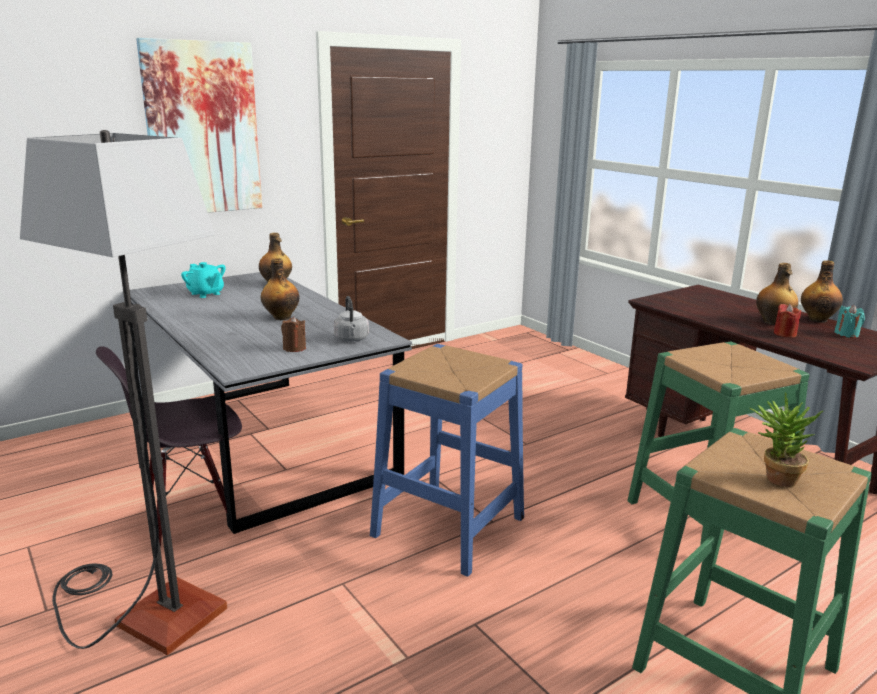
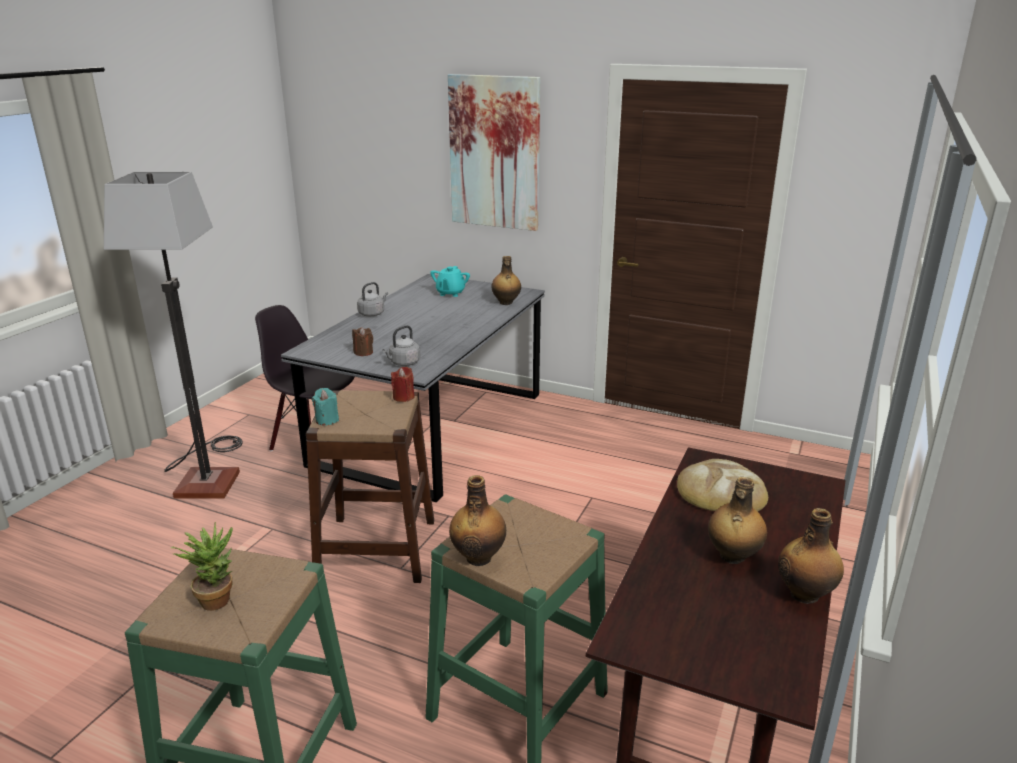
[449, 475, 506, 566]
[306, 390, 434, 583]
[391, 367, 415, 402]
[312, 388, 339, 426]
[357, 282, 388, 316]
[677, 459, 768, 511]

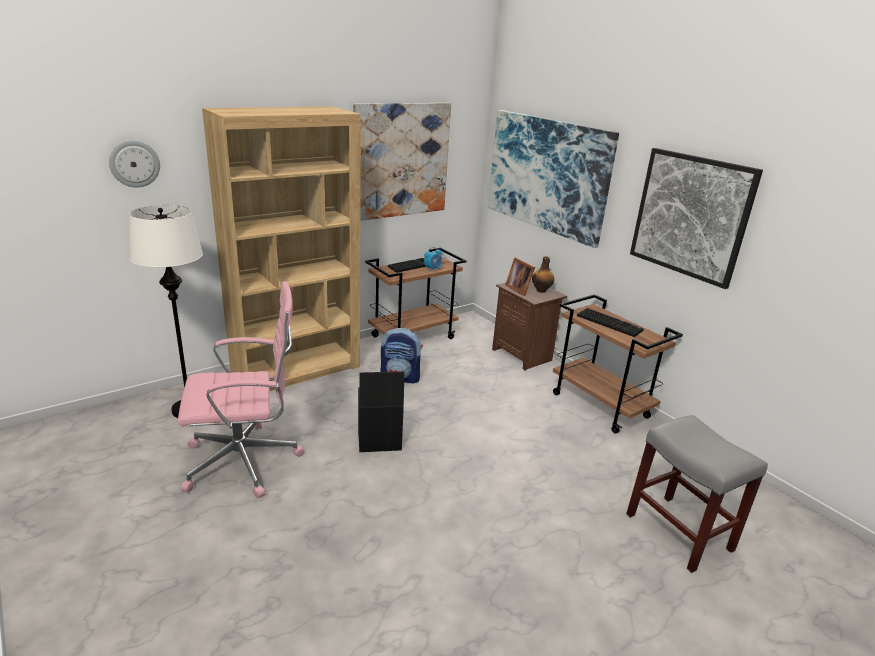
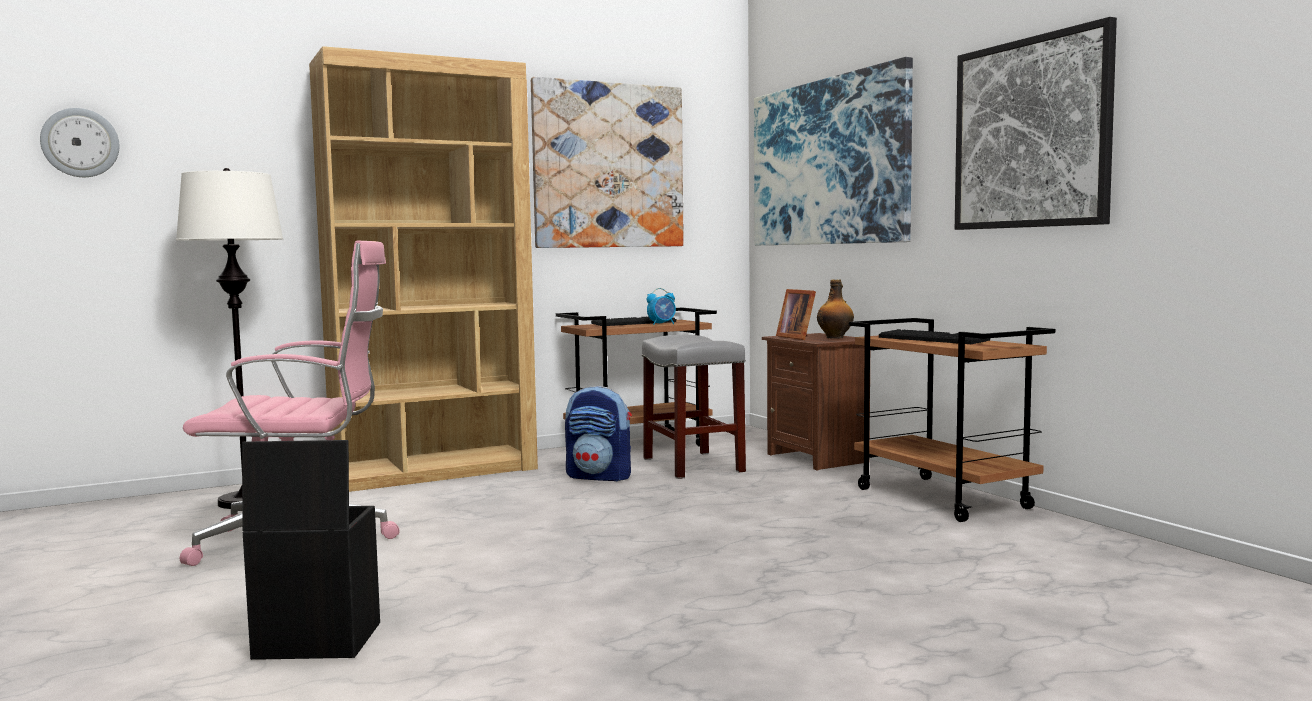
[40, 108, 120, 177]
[242, 440, 380, 660]
[642, 335, 746, 479]

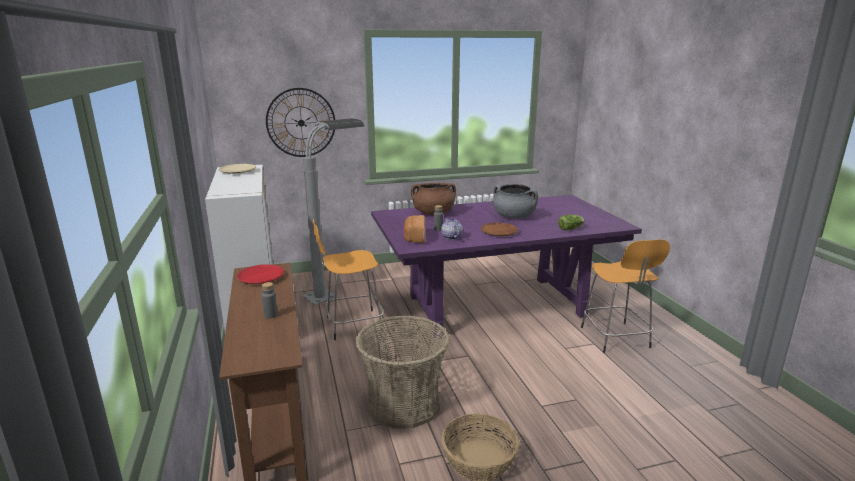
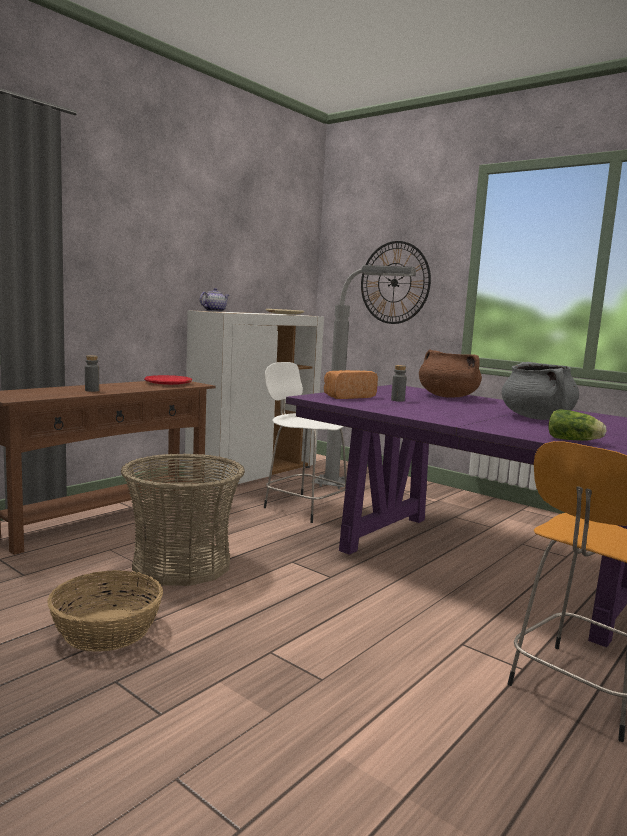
[264, 362, 347, 523]
[200, 288, 230, 312]
[481, 223, 518, 236] (first image)

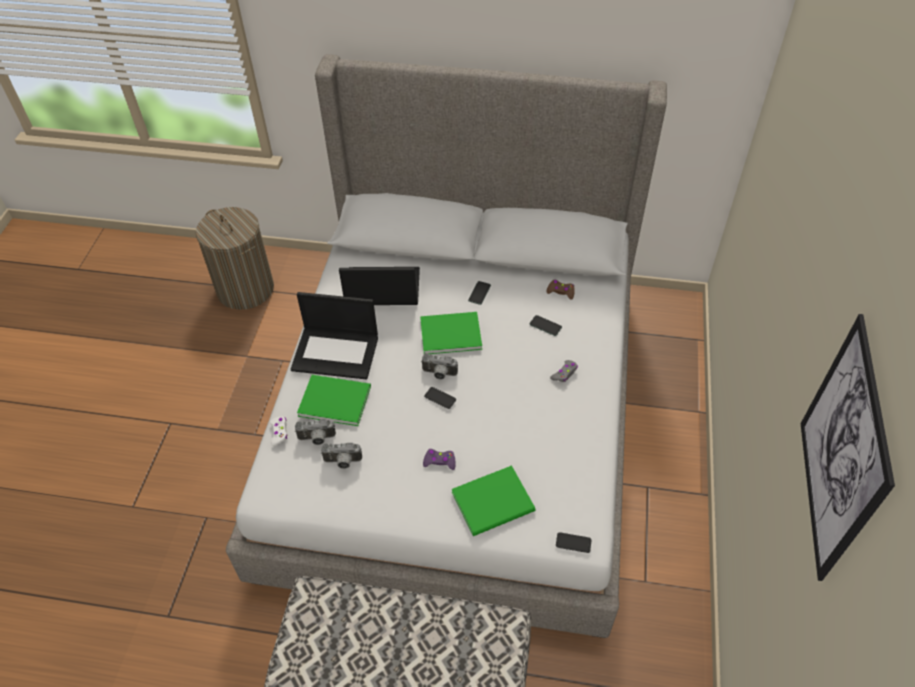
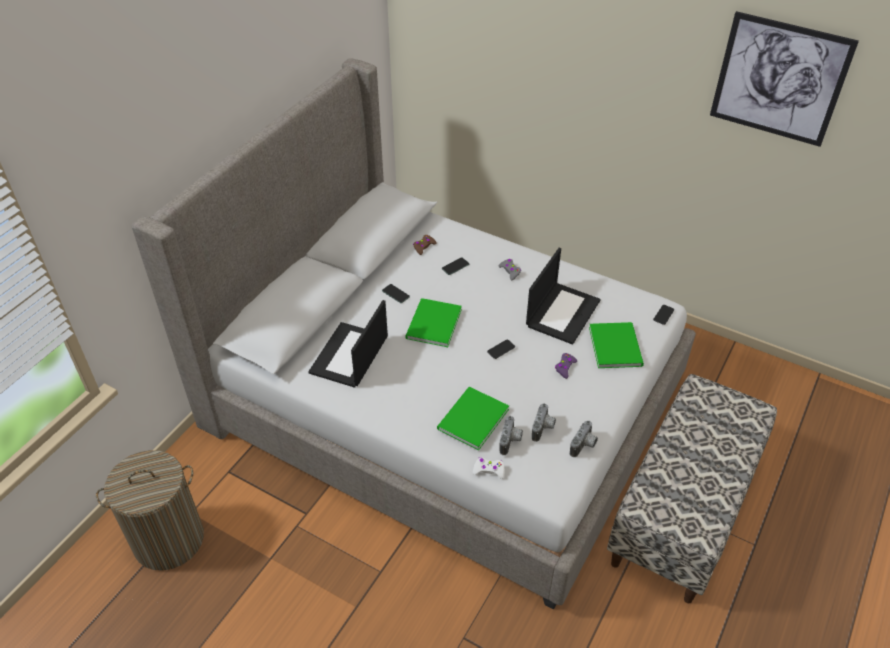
[526, 248, 601, 345]
[570, 421, 598, 457]

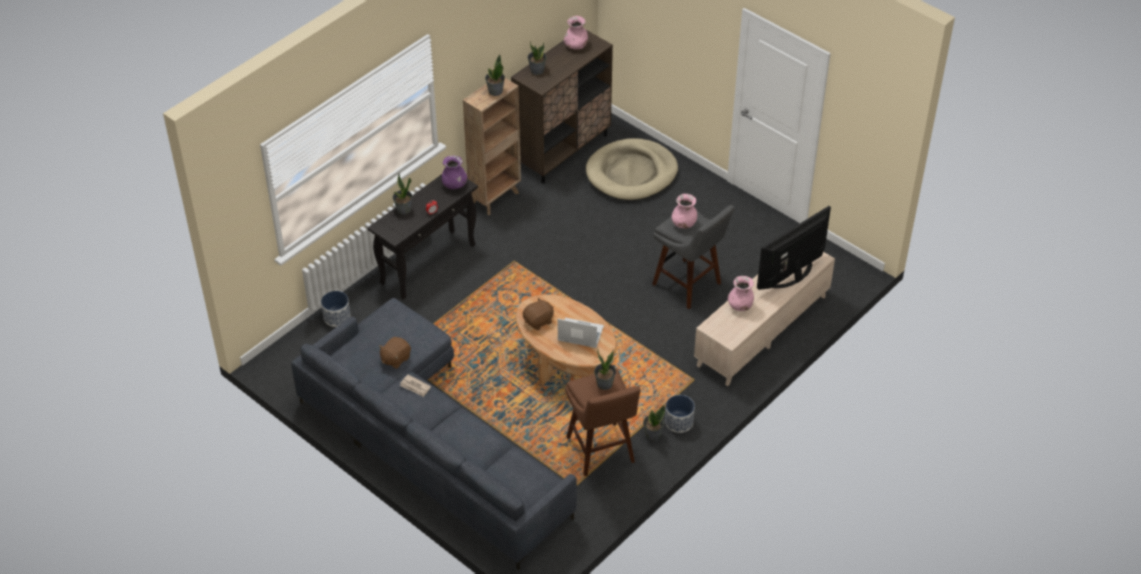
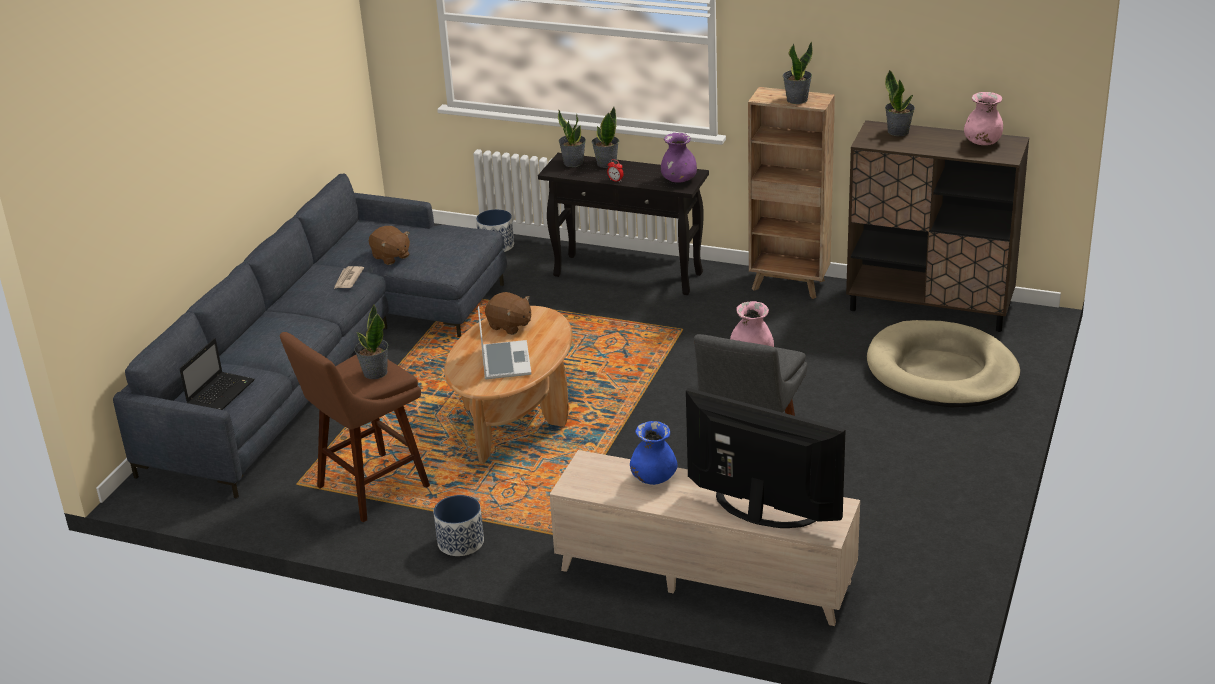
[369, 226, 410, 265]
[558, 110, 586, 167]
[630, 421, 677, 485]
[180, 338, 255, 410]

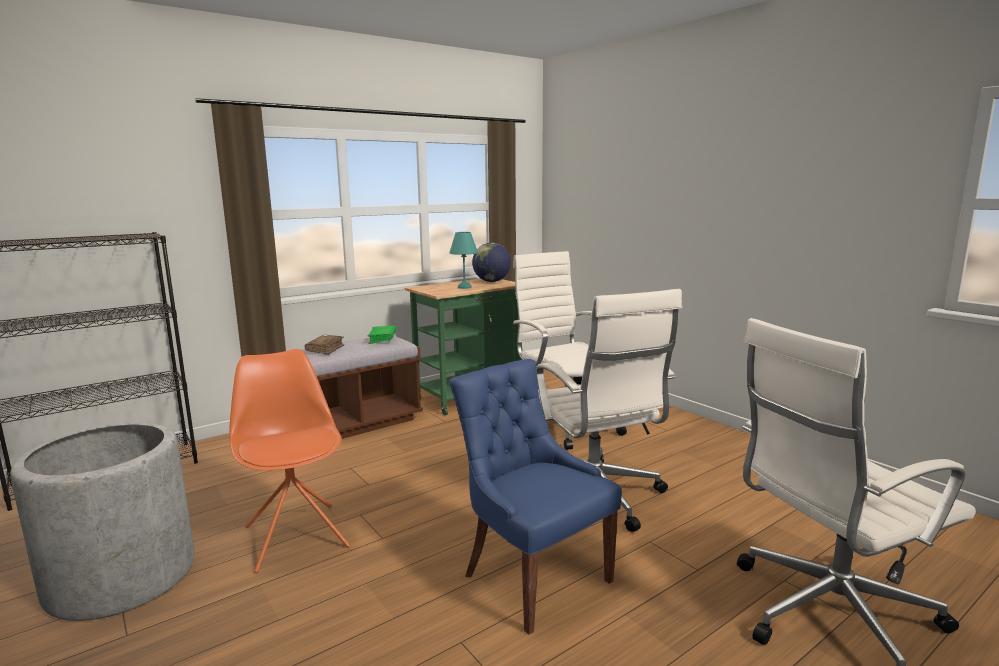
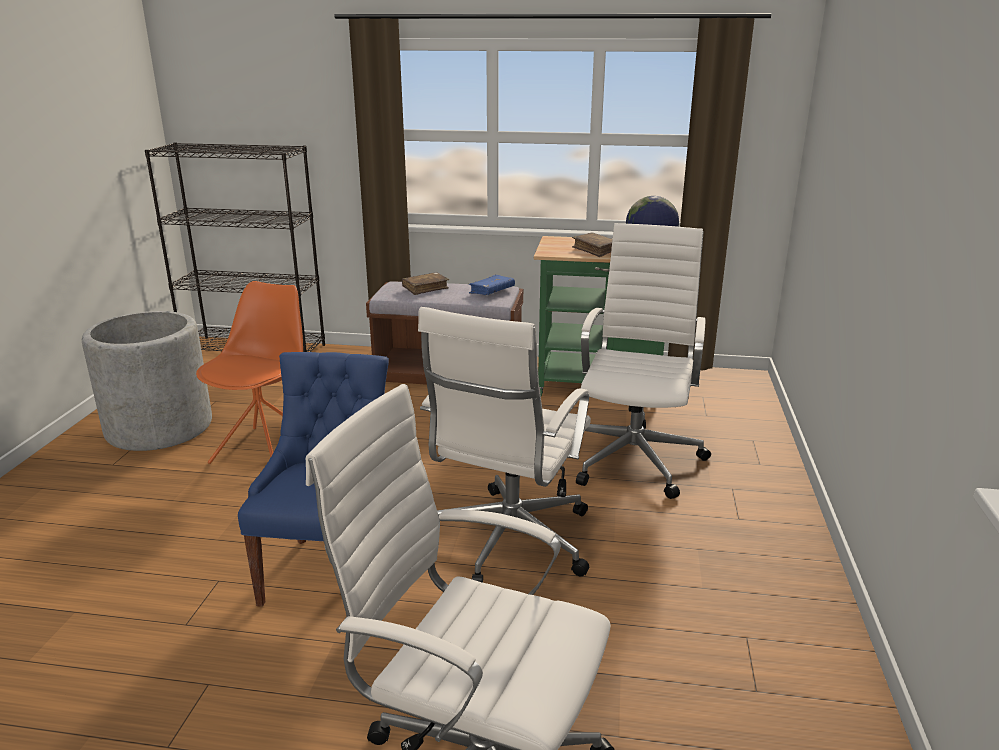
[468, 275, 515, 295]
[572, 233, 612, 257]

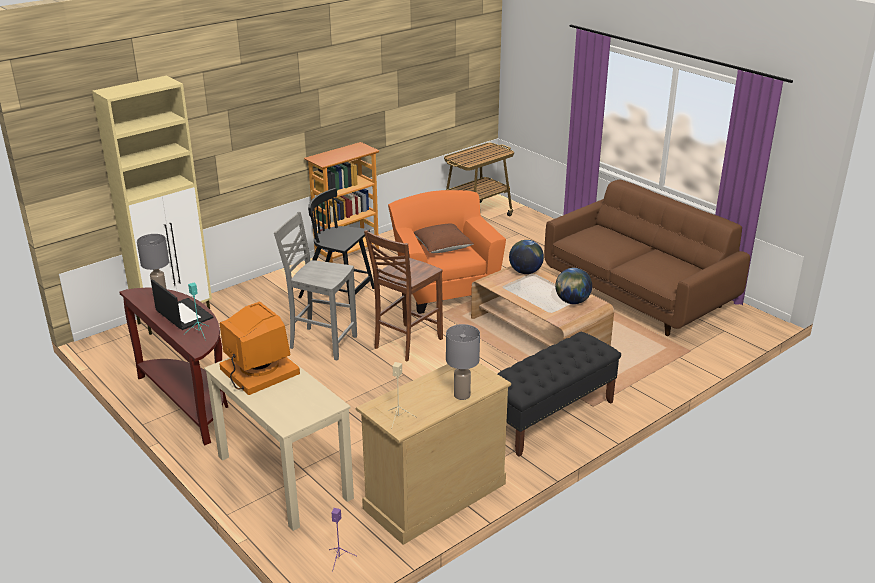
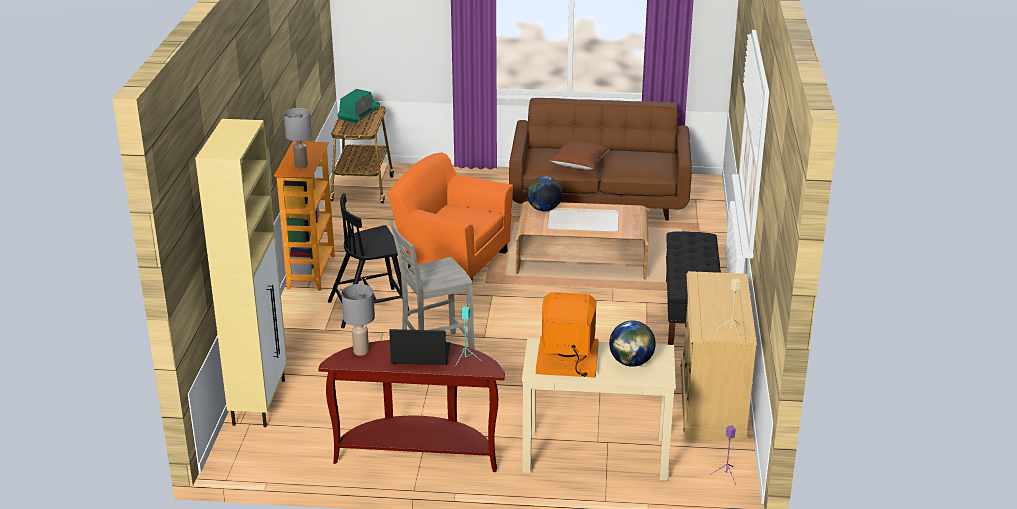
[364, 230, 443, 361] (first image)
[549, 140, 610, 170]
[284, 108, 312, 169]
[609, 320, 656, 367]
[338, 89, 380, 123]

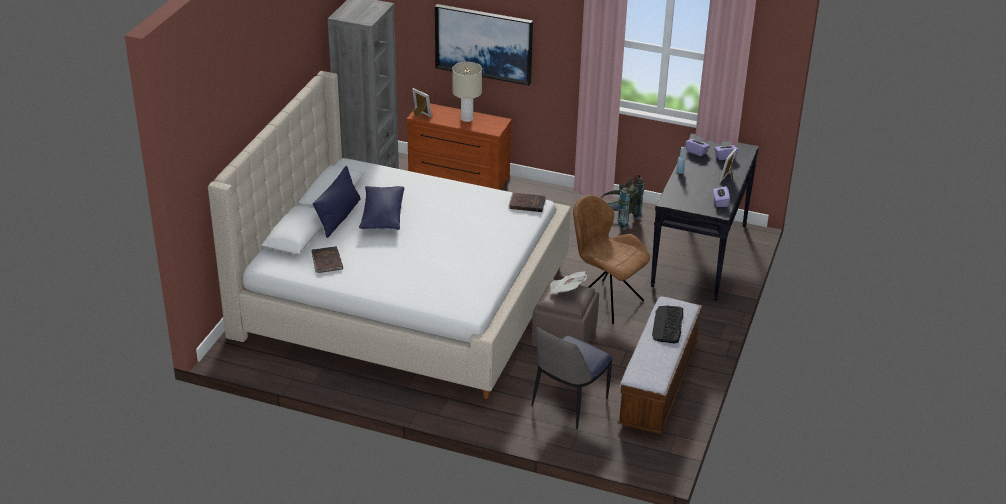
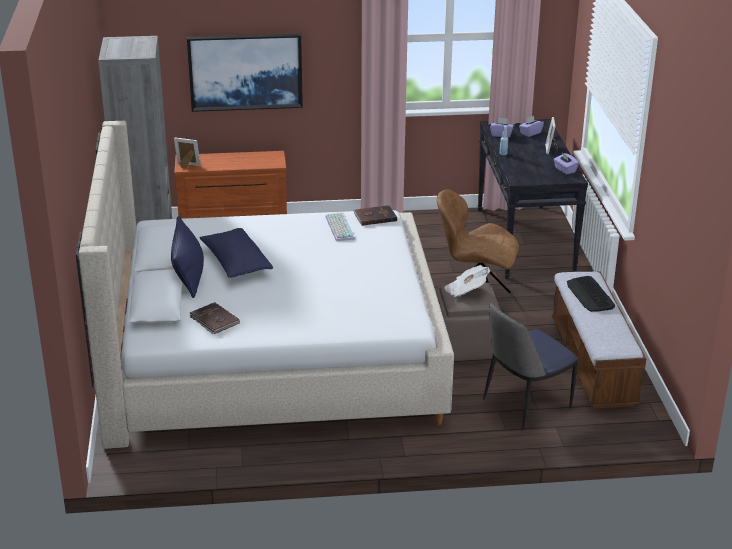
[452, 62, 482, 122] (first image)
[483, 303, 578, 430]
[600, 175, 644, 230] (first image)
[325, 212, 355, 241]

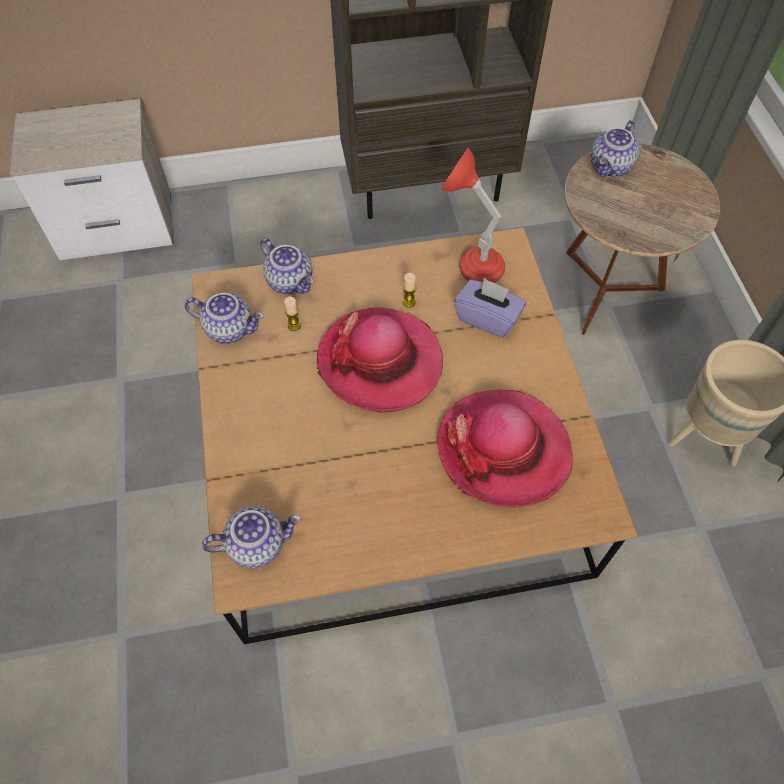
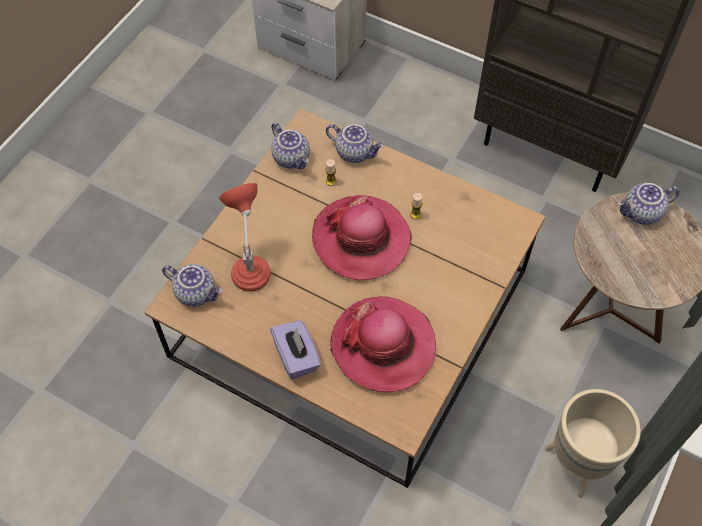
[326, 124, 384, 163]
[219, 183, 271, 292]
[270, 320, 321, 380]

